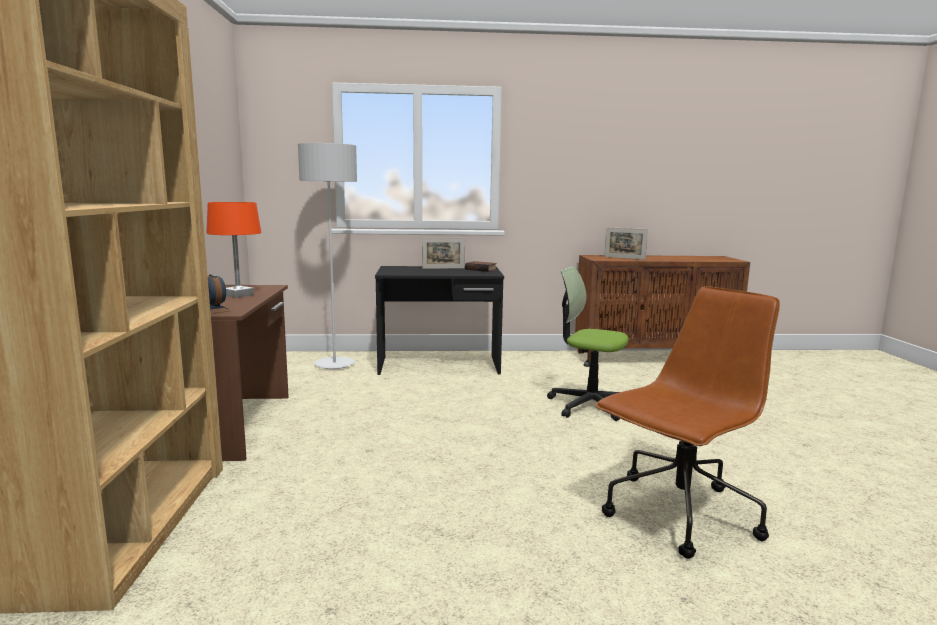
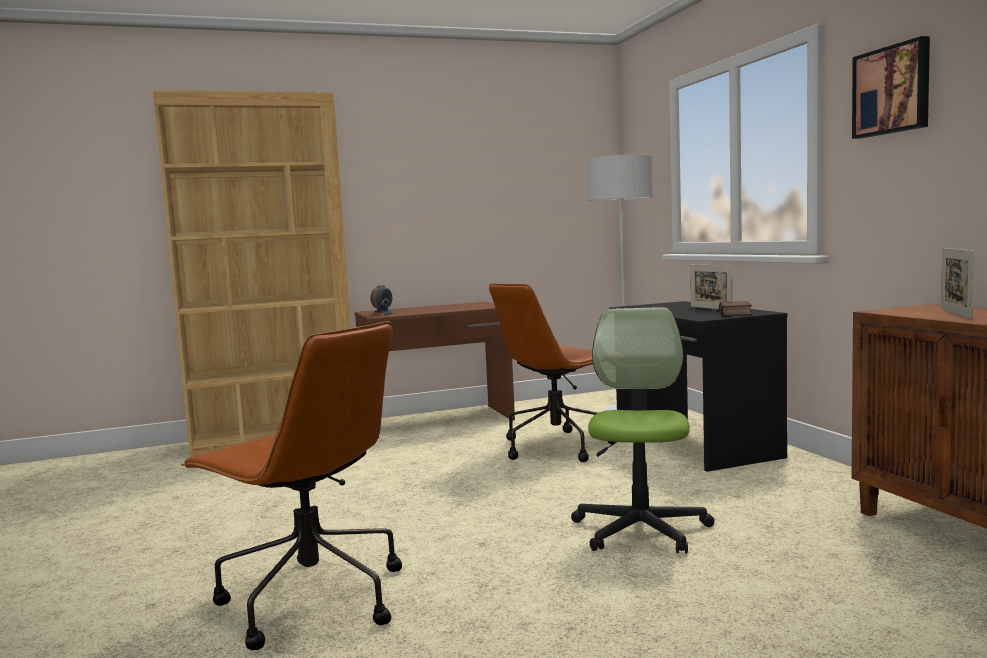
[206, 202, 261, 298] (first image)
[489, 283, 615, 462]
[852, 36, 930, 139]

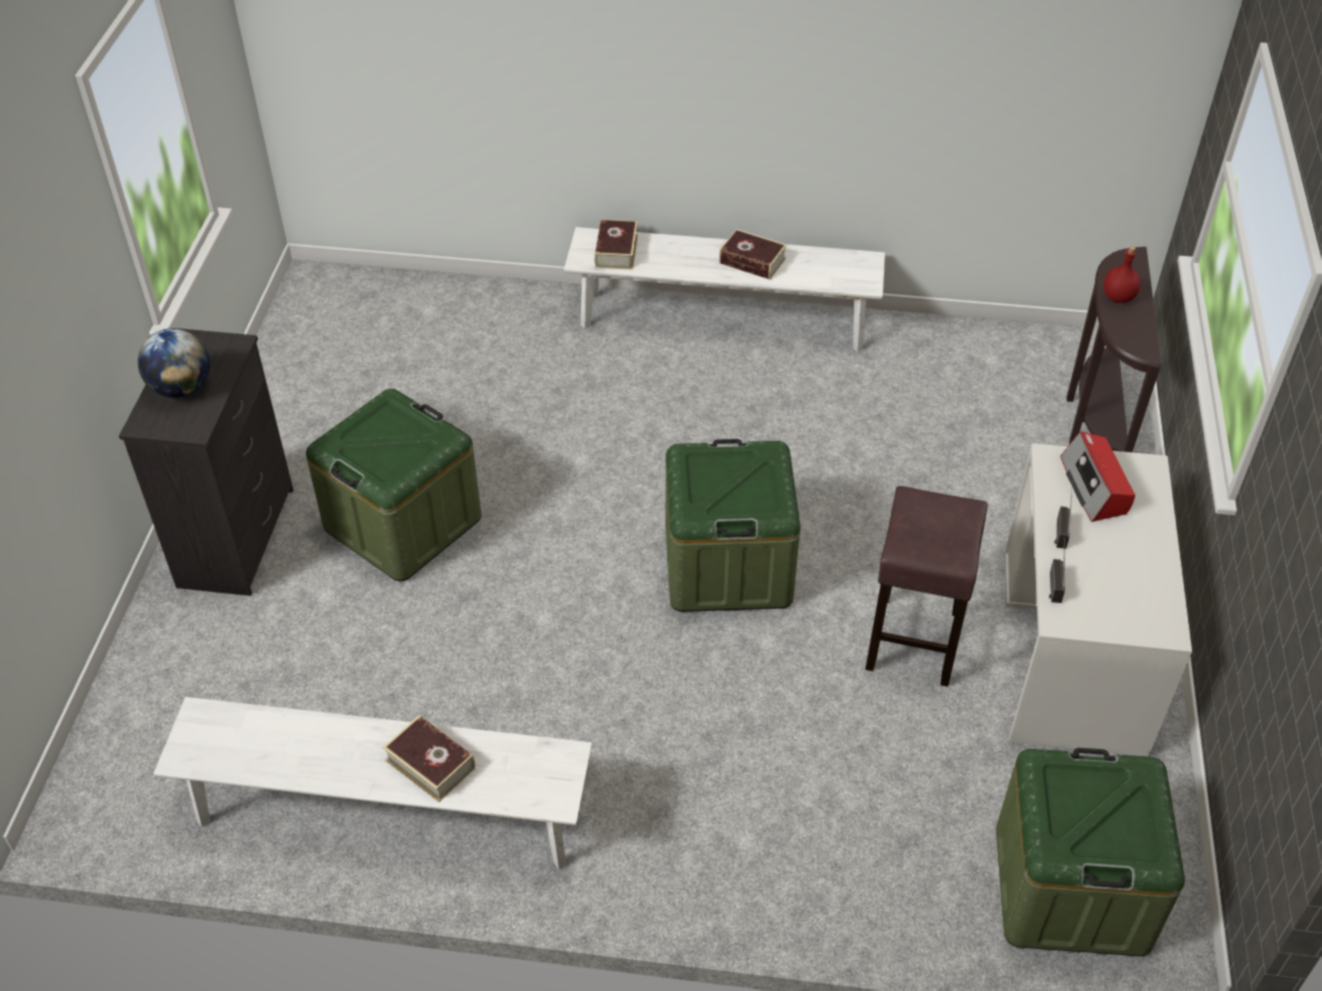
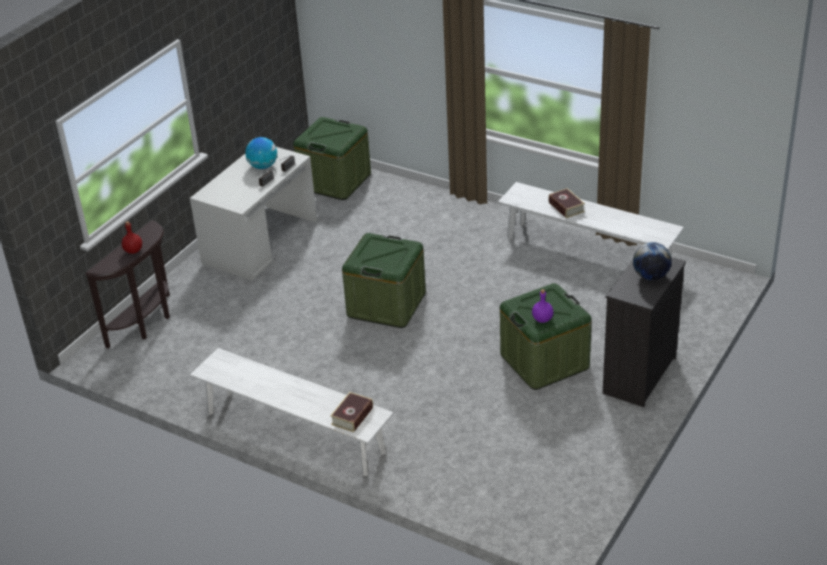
[719, 229, 787, 280] (first image)
[865, 486, 988, 687] (first image)
[1060, 431, 1135, 522] (first image)
[245, 137, 278, 169]
[532, 289, 554, 323]

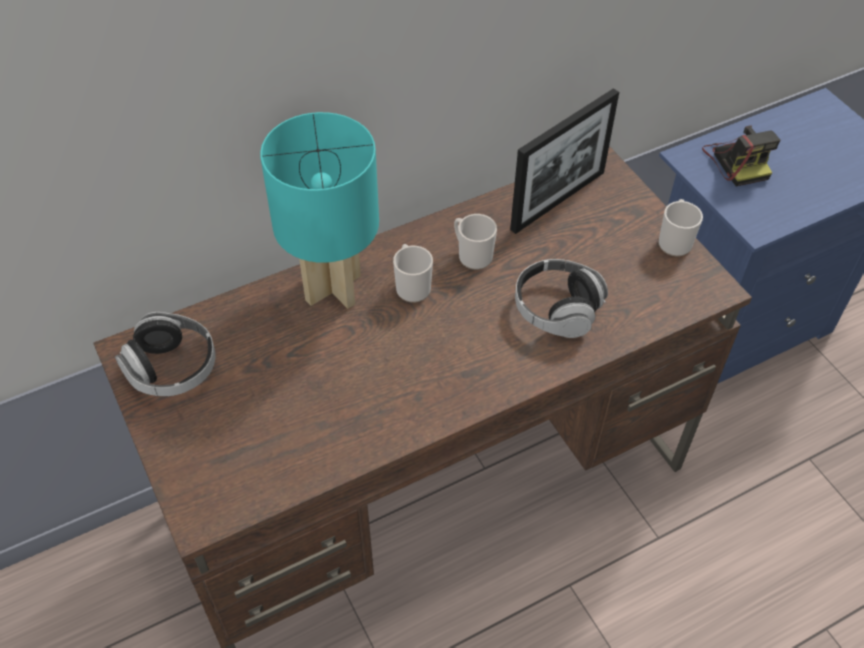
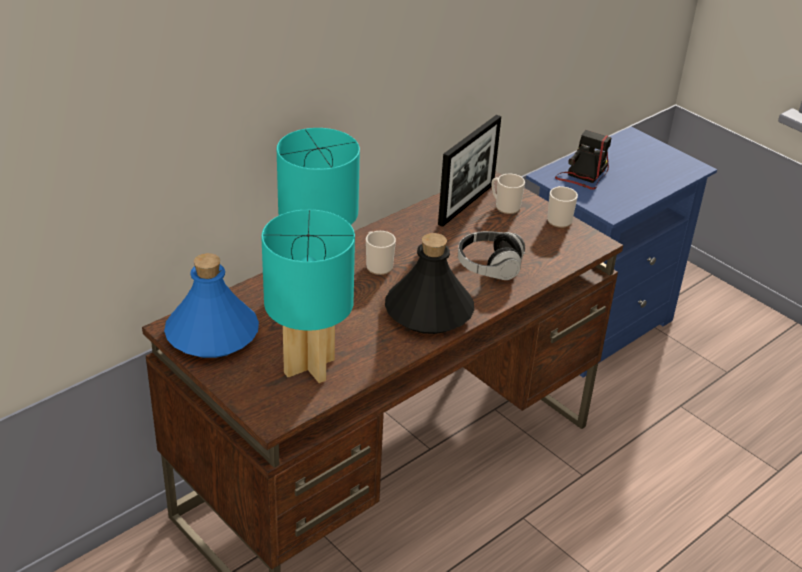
[164, 253, 259, 358]
[491, 174, 525, 214]
[555, 130, 612, 190]
[261, 209, 355, 383]
[385, 233, 474, 334]

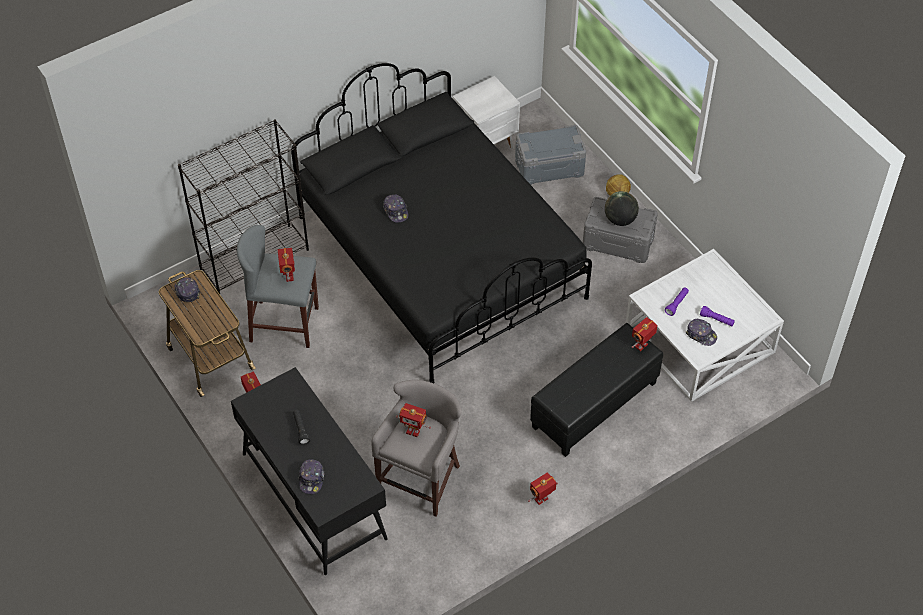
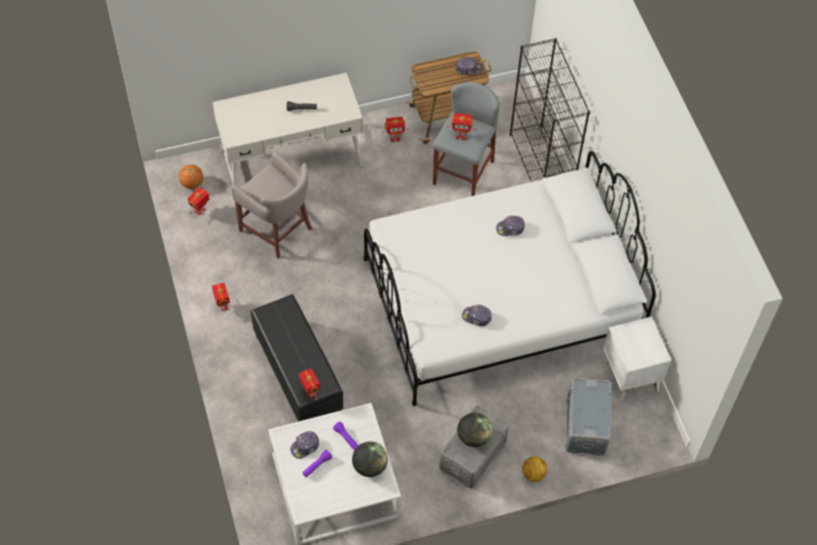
[213, 73, 363, 186]
[364, 151, 656, 406]
[462, 304, 492, 326]
[188, 187, 210, 215]
[179, 165, 203, 189]
[352, 441, 388, 477]

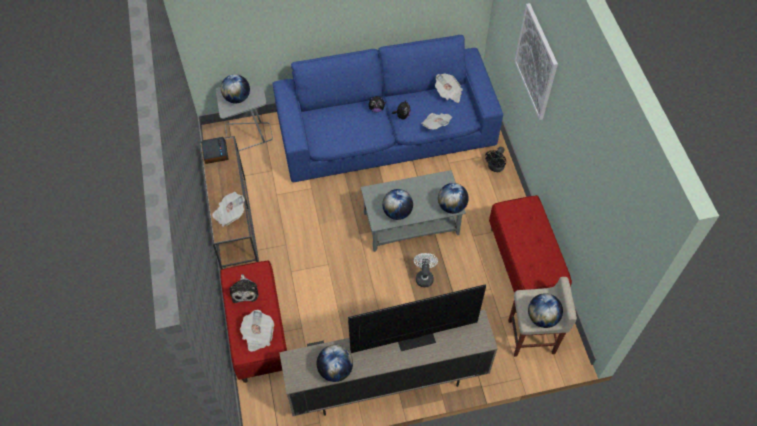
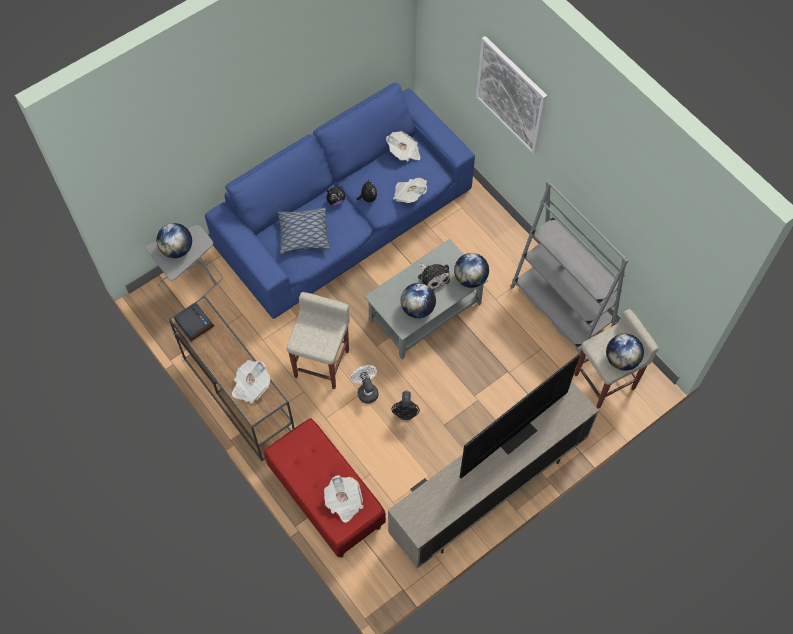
[418, 263, 450, 290]
[317, 345, 353, 382] (first image)
[350, 365, 379, 404]
[392, 391, 420, 420]
[511, 180, 629, 356]
[277, 207, 330, 255]
[286, 292, 350, 389]

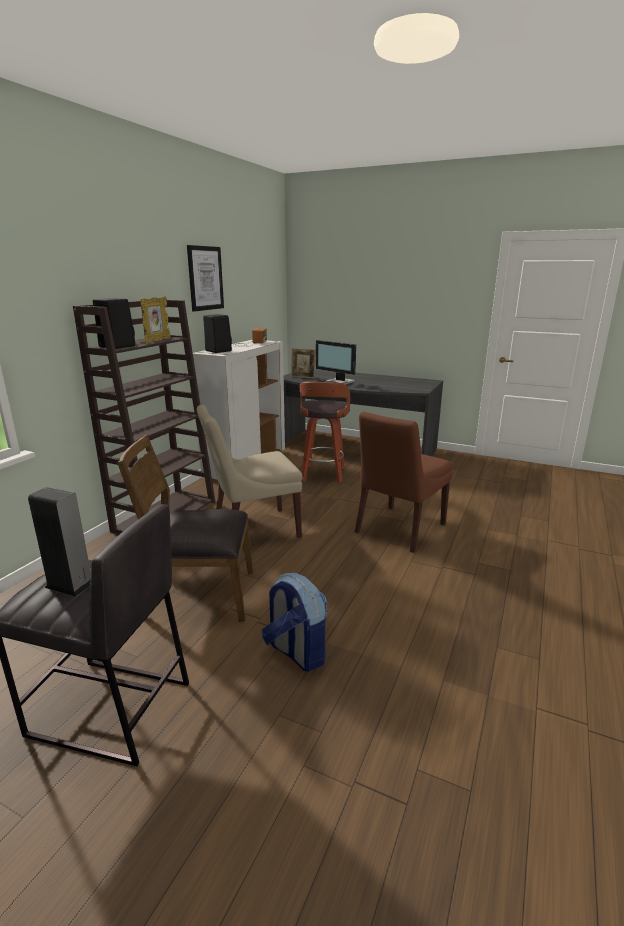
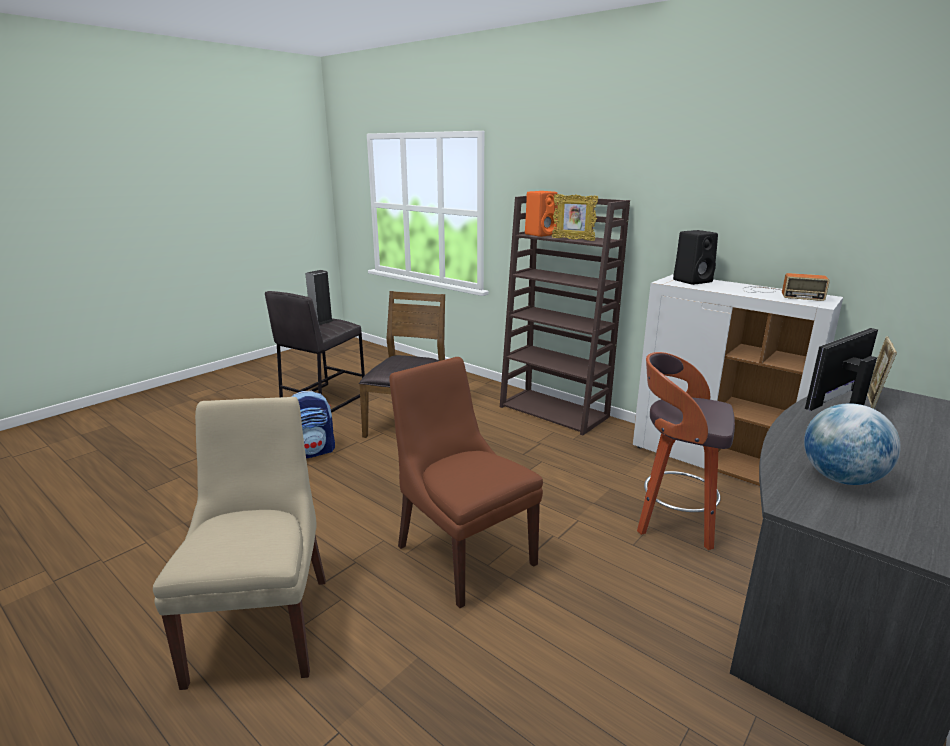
[525, 191, 558, 237]
[187, 245, 224, 311] (first image)
[153, 397, 326, 690]
[804, 403, 901, 485]

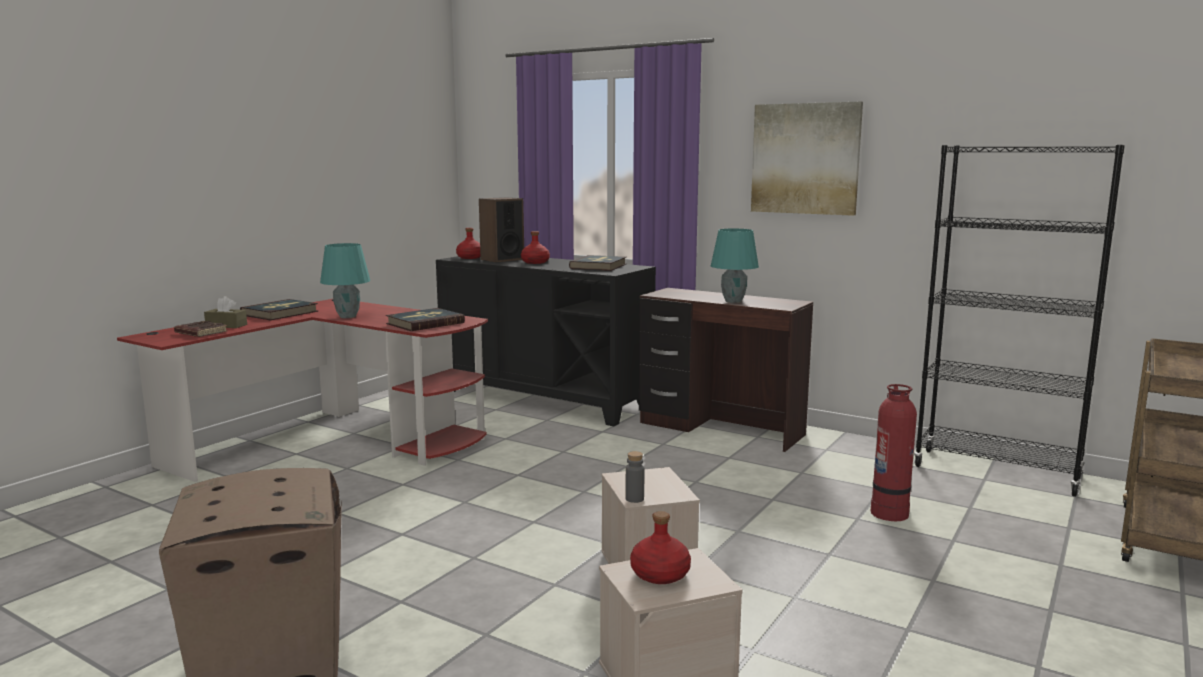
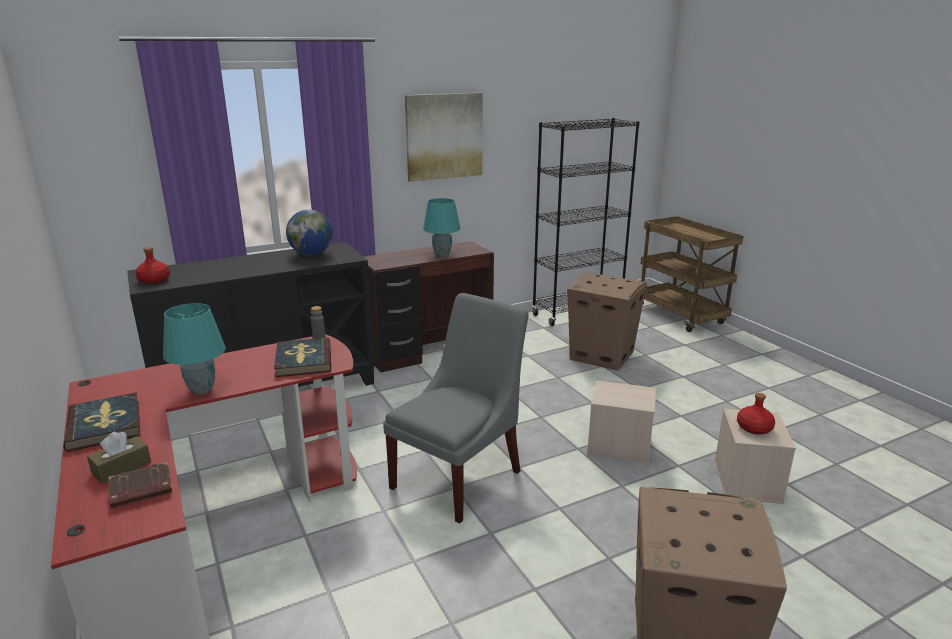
[479, 197, 524, 262] (first image)
[521, 231, 550, 264] (first image)
[286, 210, 333, 256]
[311, 306, 326, 339]
[567, 273, 647, 371]
[383, 293, 529, 524]

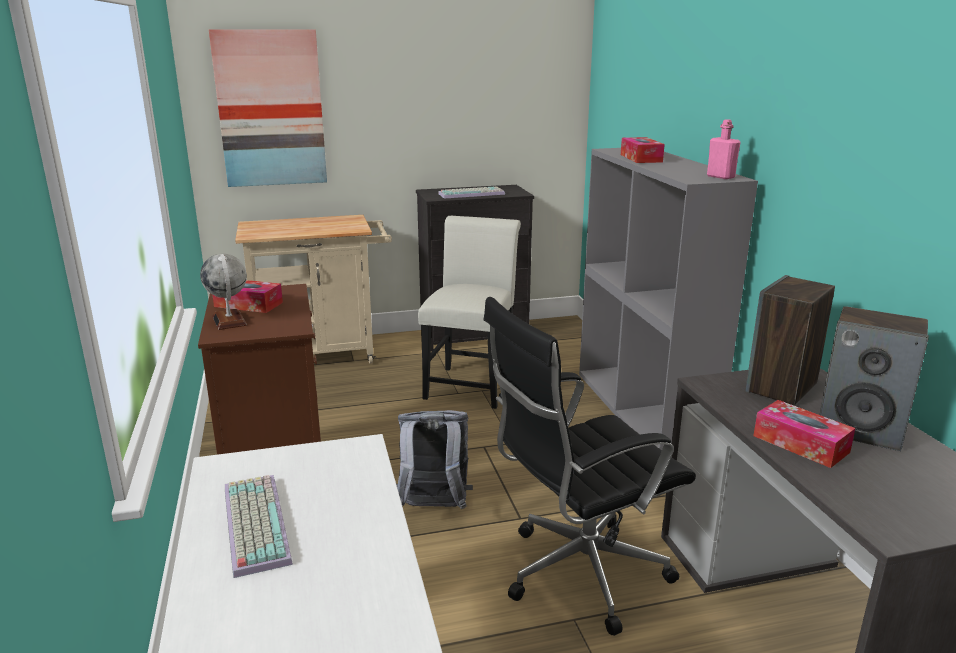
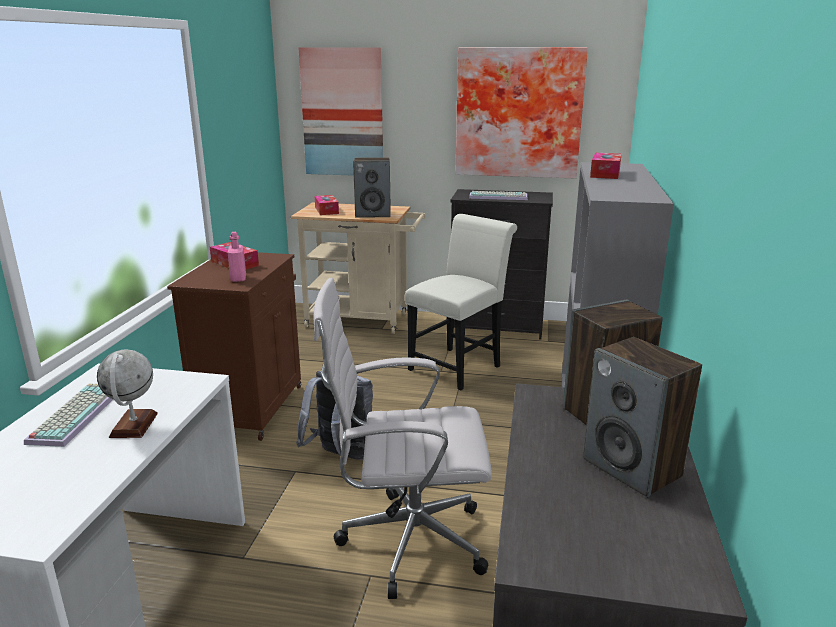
[97, 349, 158, 438]
[313, 278, 492, 599]
[228, 232, 246, 282]
[315, 195, 339, 215]
[353, 157, 391, 218]
[455, 47, 588, 179]

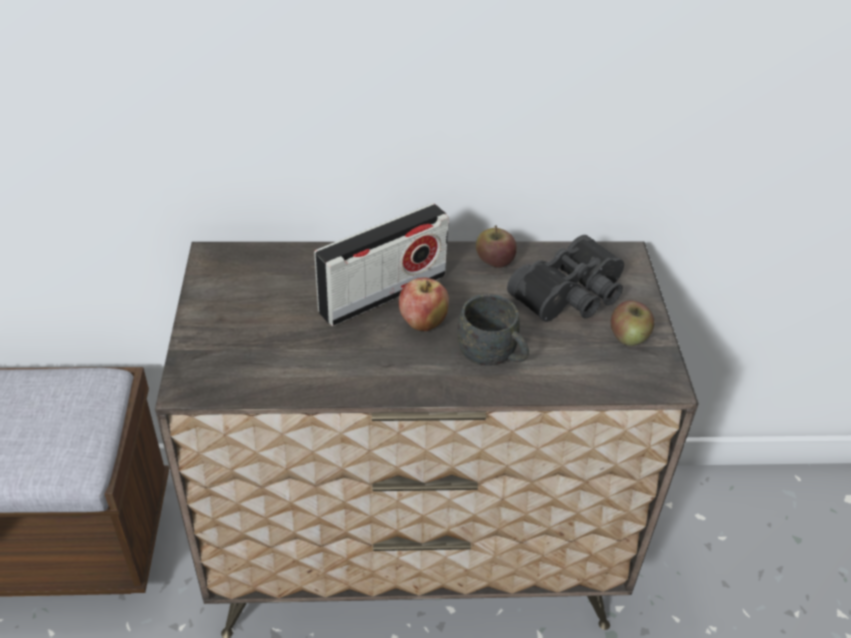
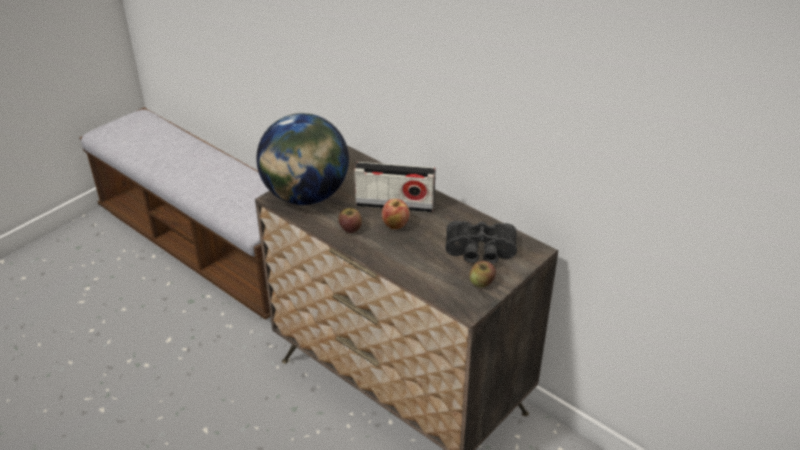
[457, 294, 529, 366] (first image)
[338, 207, 362, 233]
[257, 113, 349, 205]

